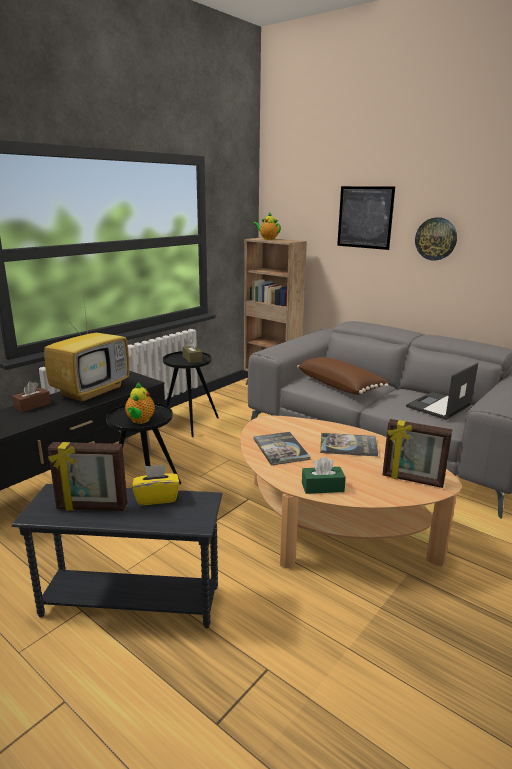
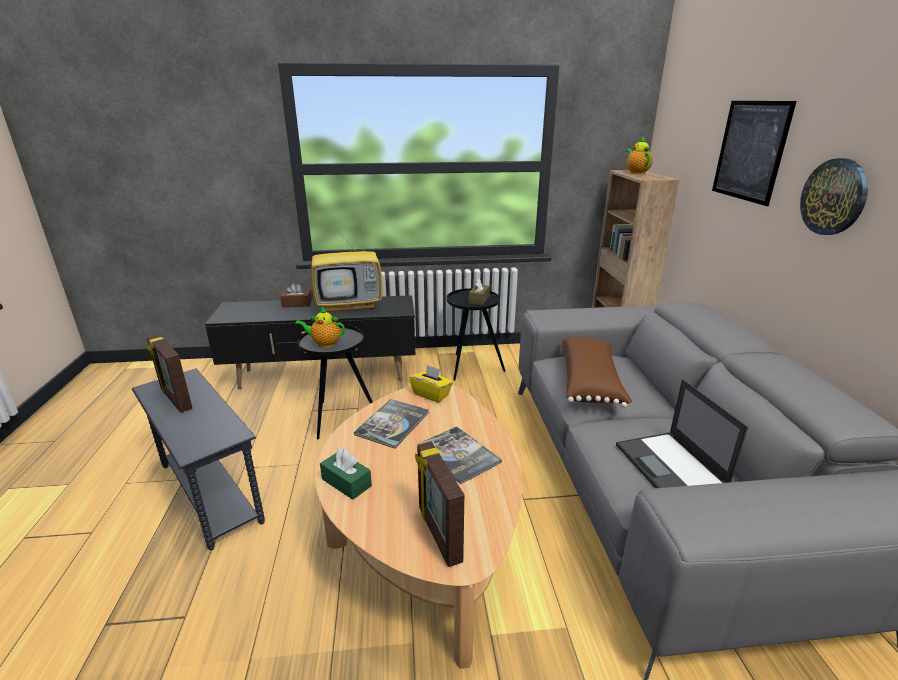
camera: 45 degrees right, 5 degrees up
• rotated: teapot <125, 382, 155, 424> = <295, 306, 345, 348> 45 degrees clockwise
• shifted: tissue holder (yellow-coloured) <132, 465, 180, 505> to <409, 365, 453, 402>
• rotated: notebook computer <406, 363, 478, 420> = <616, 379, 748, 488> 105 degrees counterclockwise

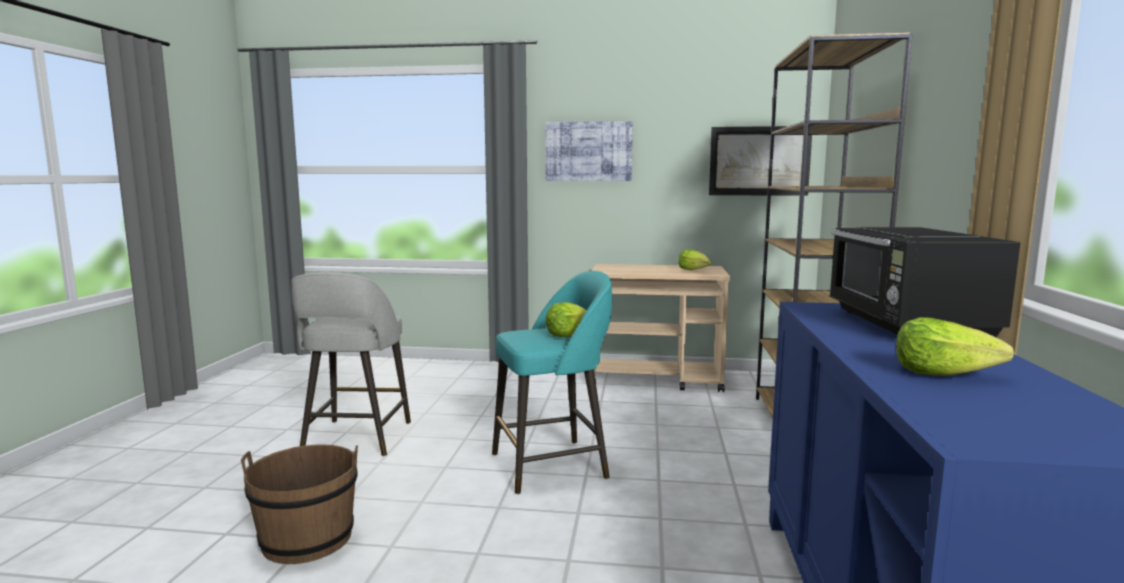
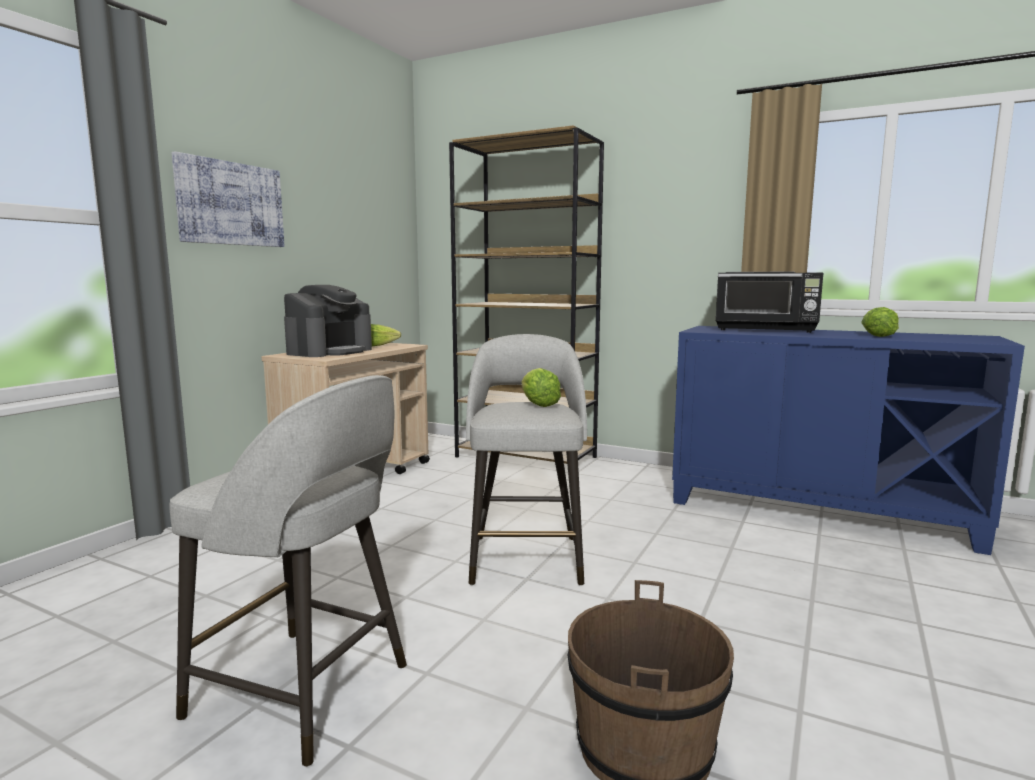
camera: 70 degrees left, 0 degrees up
• repainted: stool (turquoise-coloured) <492, 271, 612, 494> to stool (greyish) <466, 334, 587, 586>
• gone: wall art <709, 126, 812, 196>
• new: coffee brewer <284, 285, 372, 357>

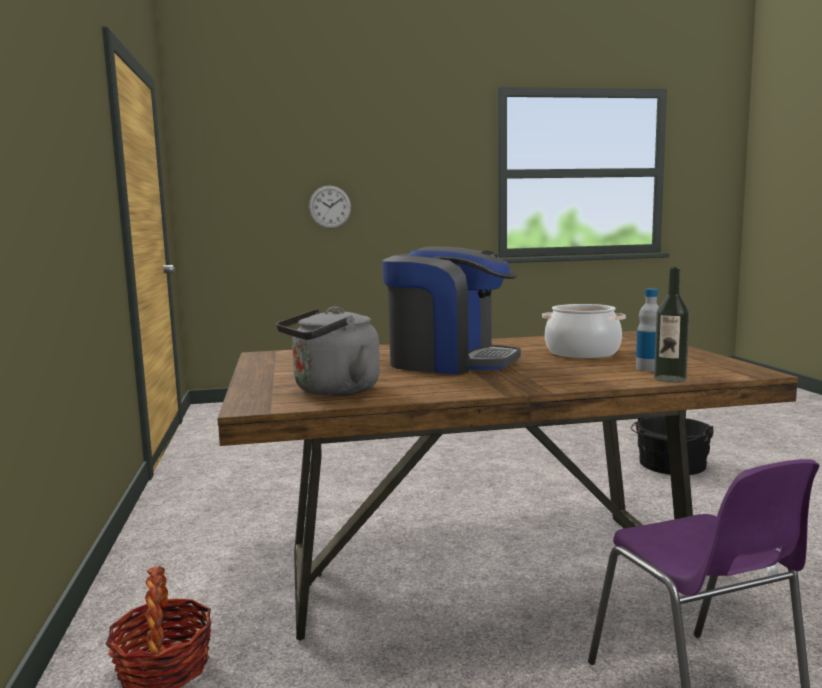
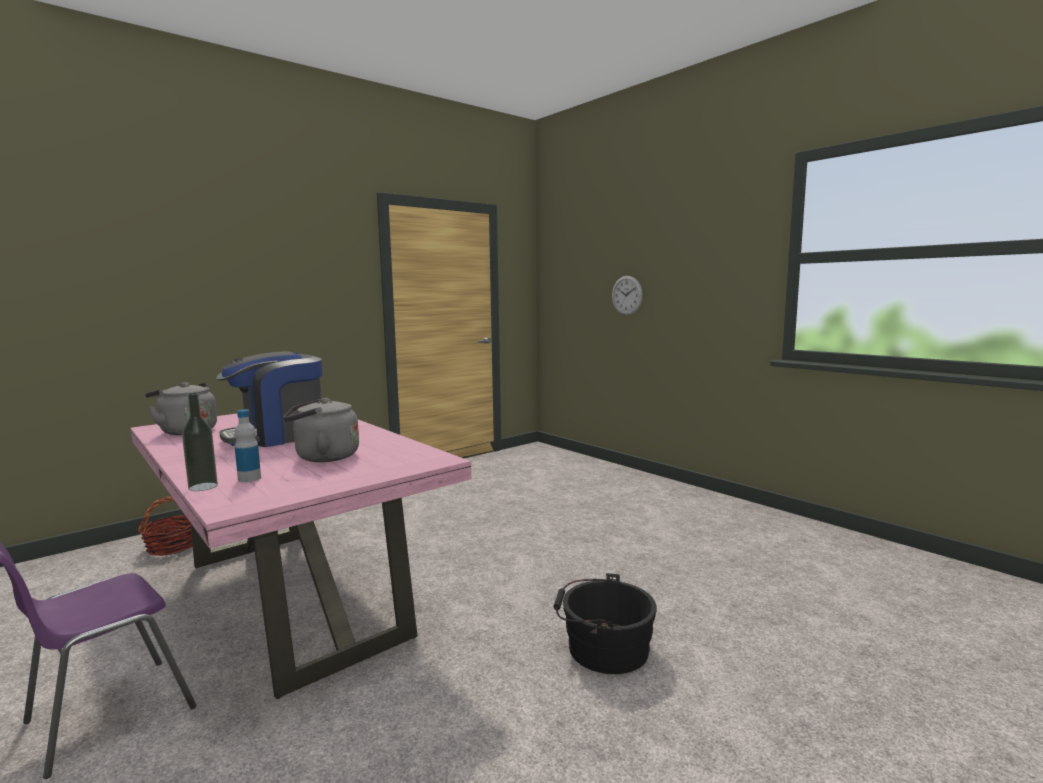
camera: 60 degrees right, 0 degrees up
• repainted: dining table (brownish) <217, 331, 798, 641> to dining table (pink-coloured) <131, 414, 471, 699>
• rotated: coffee brewer <382, 247, 521, 375> = <216, 351, 323, 447> 60 degrees clockwise
• swapped: cooking pot <542, 304, 626, 359> to tea kettle (greyish) <284, 397, 359, 462>

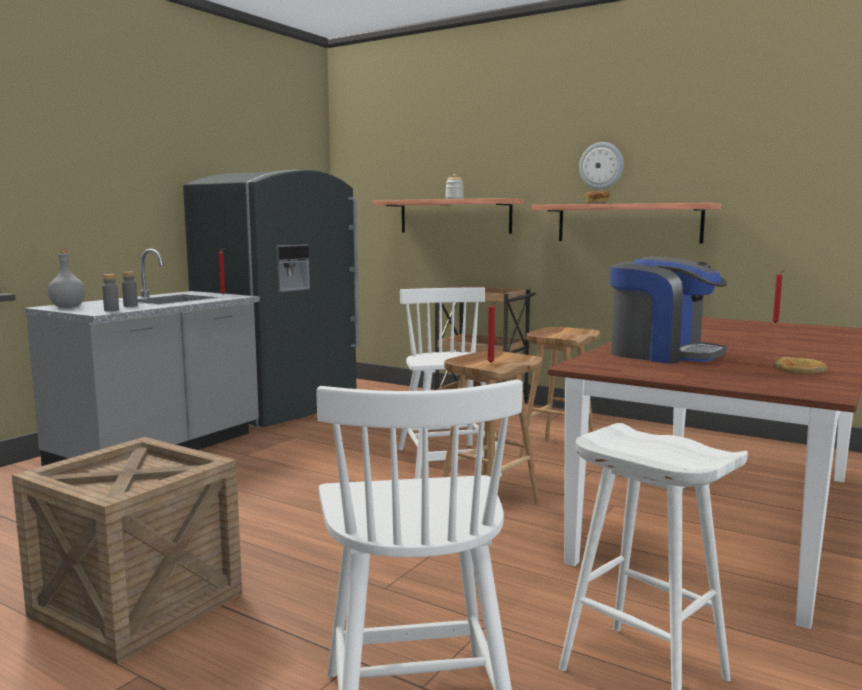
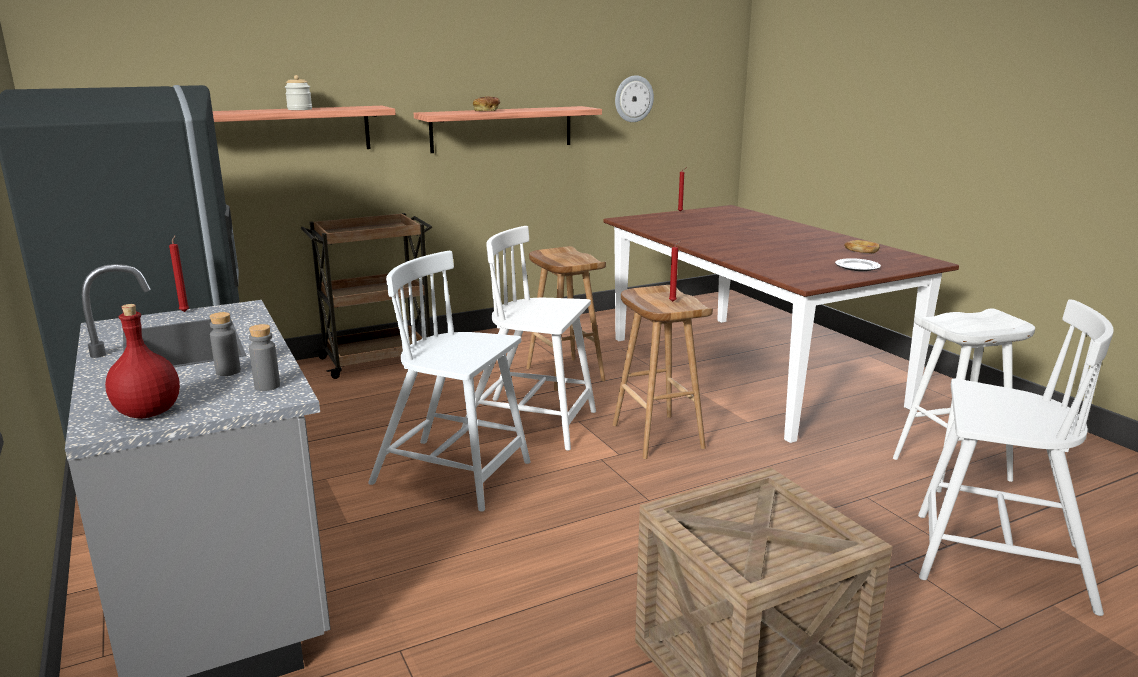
camera: 60 degrees left, 10 degrees up
• repainted: beverage bottle (greyish) <48, 249, 85, 308> to beverage bottle (red) <105, 304, 180, 419>
• shifted: hanging clock <579, 142, 624, 189> to <615, 75, 654, 122>
• gone: coffee brewer <610, 257, 727, 364>
• new: upright chair (white) <368, 251, 530, 512>
• new: flat dish <835, 258, 881, 271>

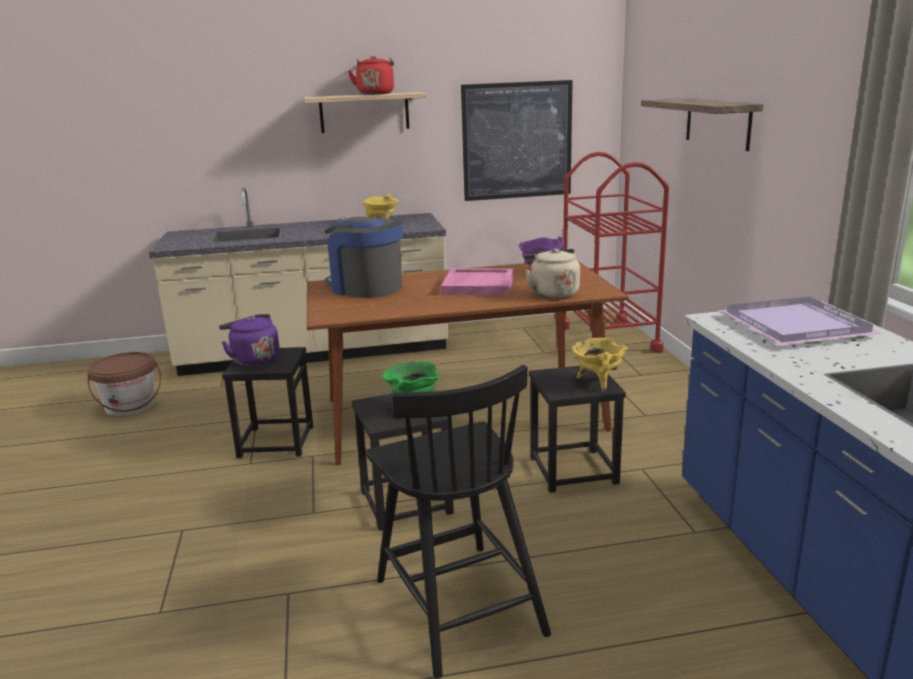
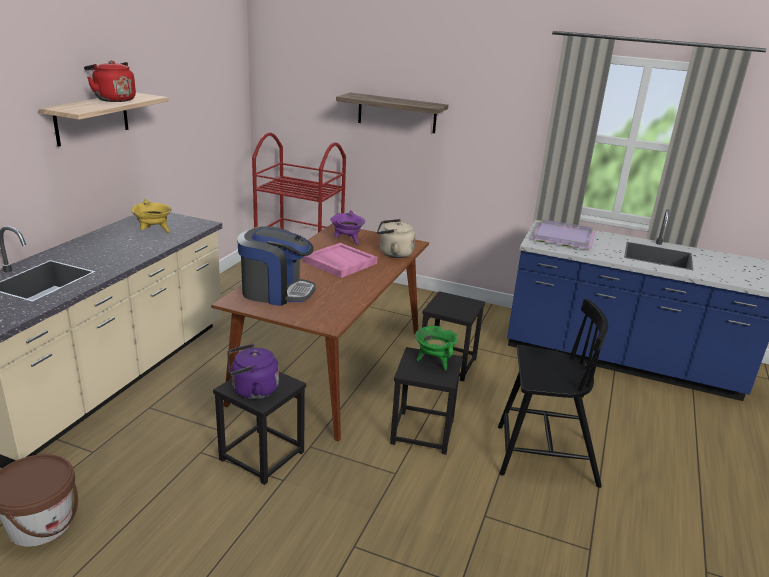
camera: 60 degrees left, 5 degrees up
• rotated: coffee brewer <324, 217, 403, 298> = <237, 226, 316, 306> 150 degrees counterclockwise
• gone: wall art <461, 80, 573, 201>
• gone: cooking pot (yellow-coloured) <572, 338, 628, 392>

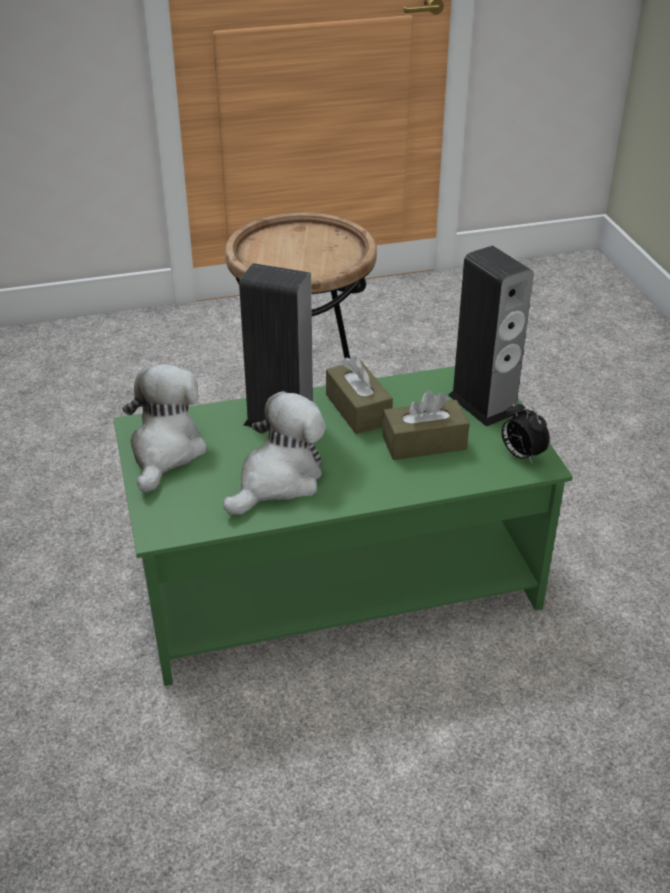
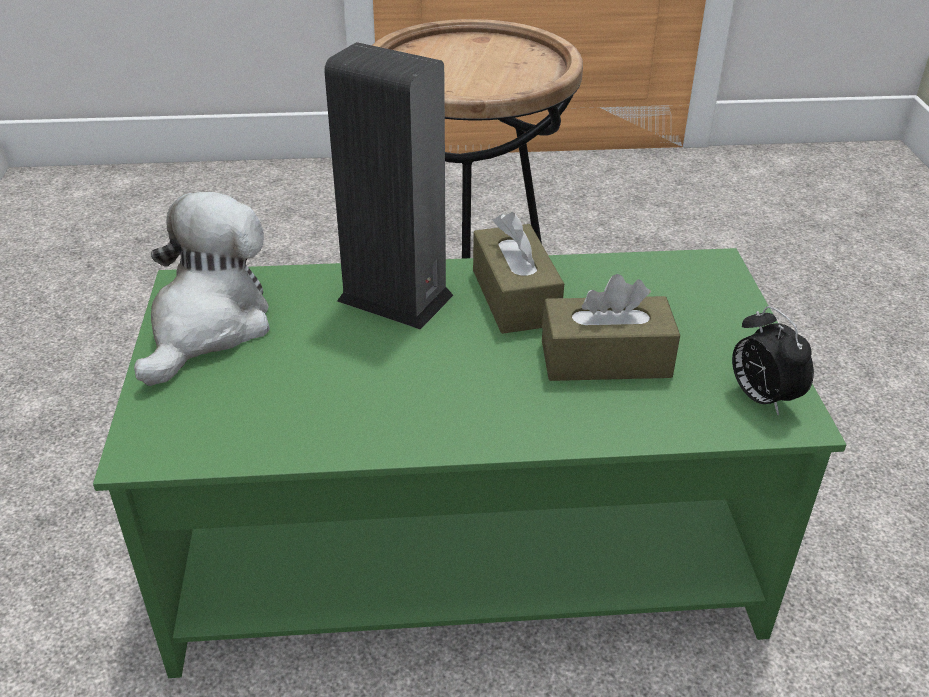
camera: 10 degrees right, 0 degrees up
• gone: soft toy <223, 391, 326, 515>
• gone: speaker <448, 246, 534, 427>

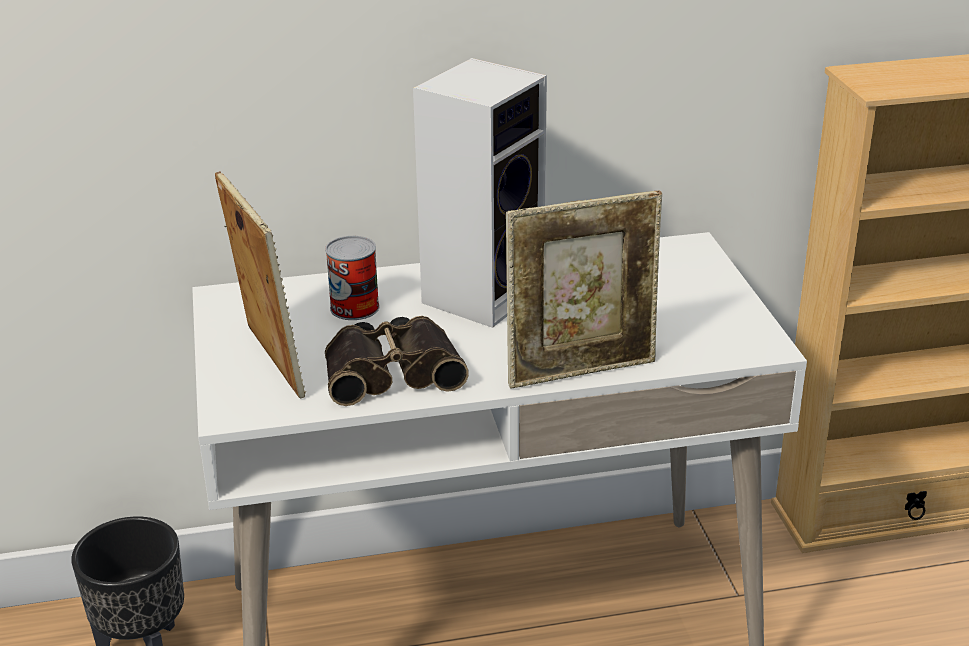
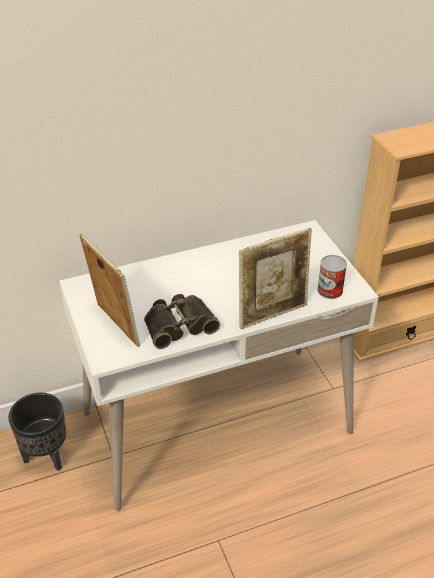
camera: 10 degrees left, 10 degrees up
• shifted: metal can <325, 236, 379, 320> to <317, 255, 347, 299>
• gone: speaker <413, 58, 547, 328>

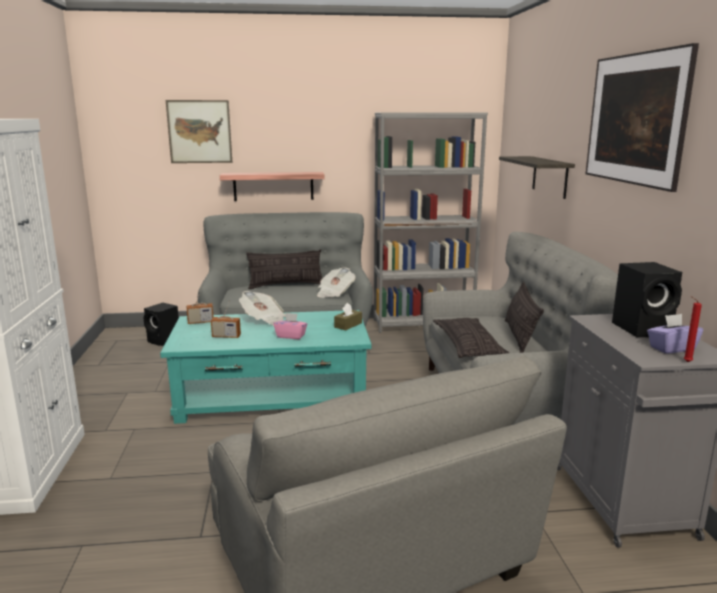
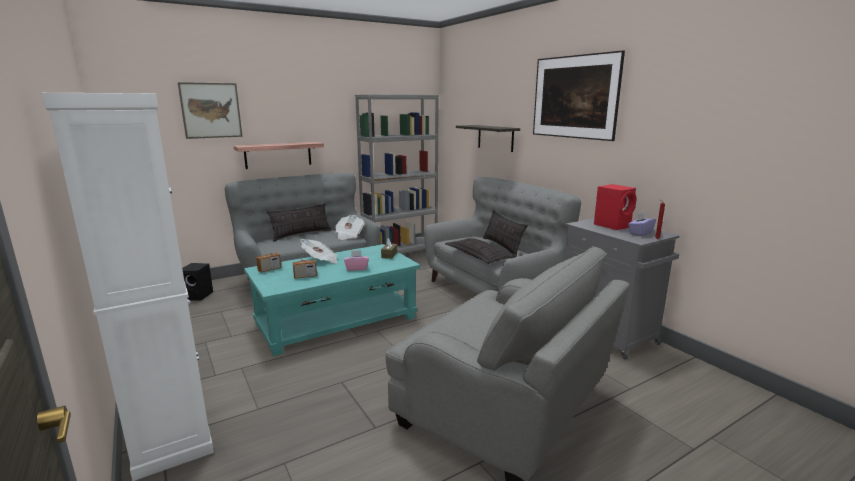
camera: 25 degrees left, 0 degrees up
• repainted: speaker (black-coloured) <612, 262, 682, 337> to speaker (red) <594, 184, 637, 230>

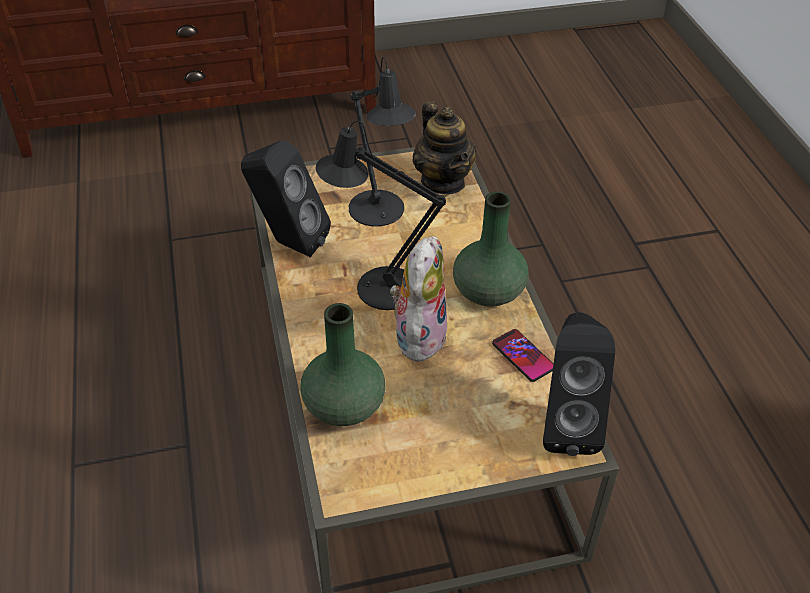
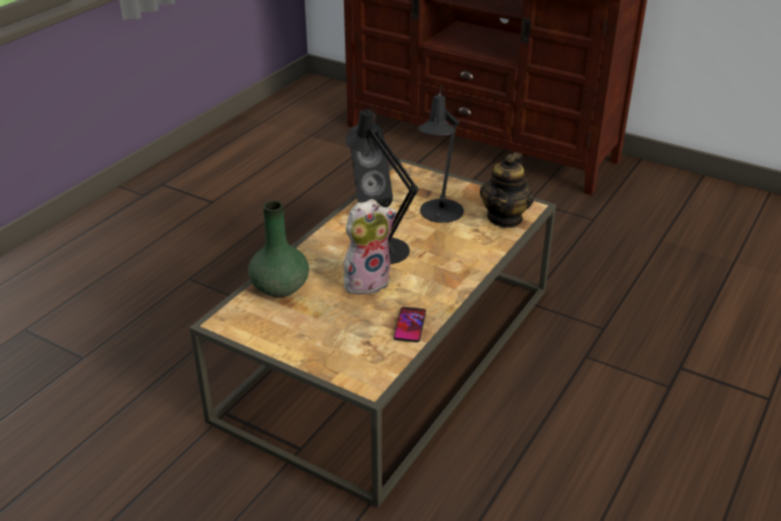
camera: 45 degrees right, 10 degrees down
• gone: vase (green-coloured) <453, 191, 528, 307>
• gone: speaker (black-coloured) <543, 312, 615, 456>

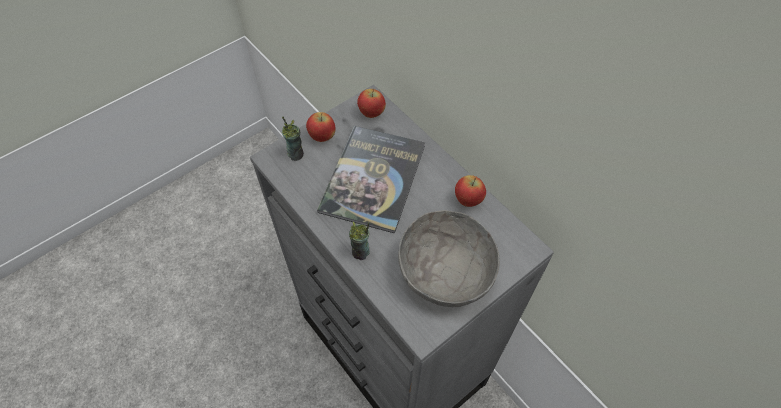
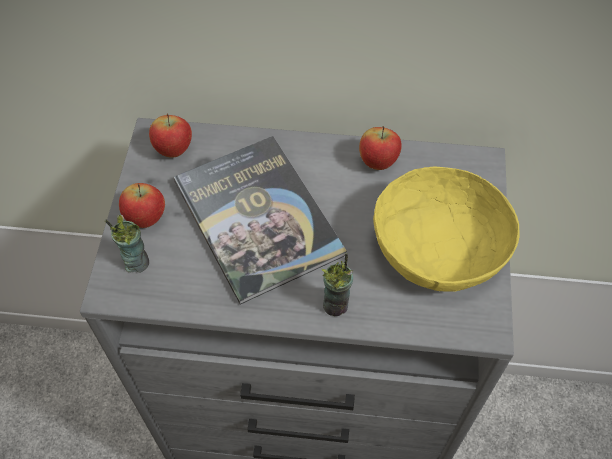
camera: 45 degrees left, 0 degrees up
• repainted: serving bowl (greyish) <398, 210, 500, 307> to serving bowl (yellow-coloured) <373, 167, 520, 292>

